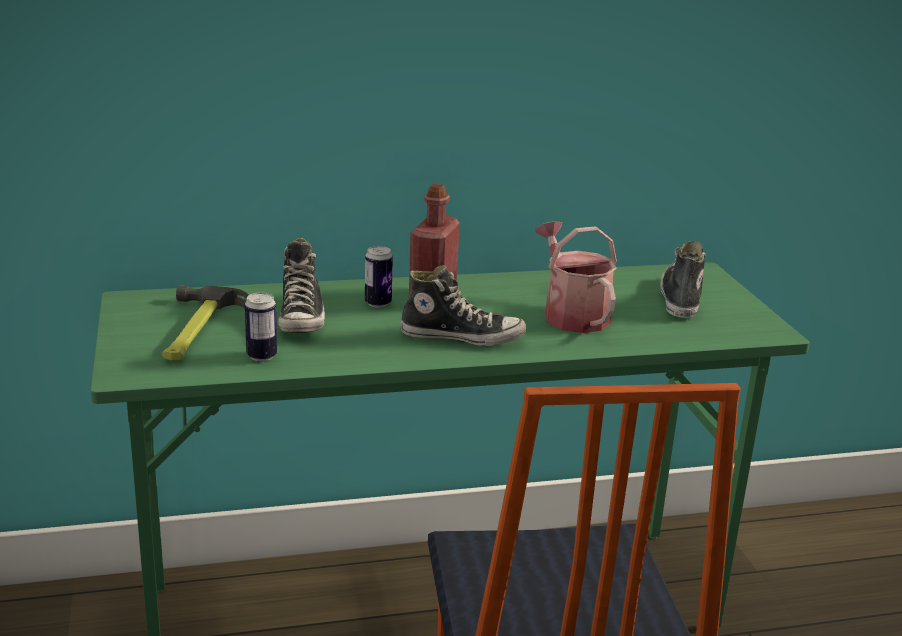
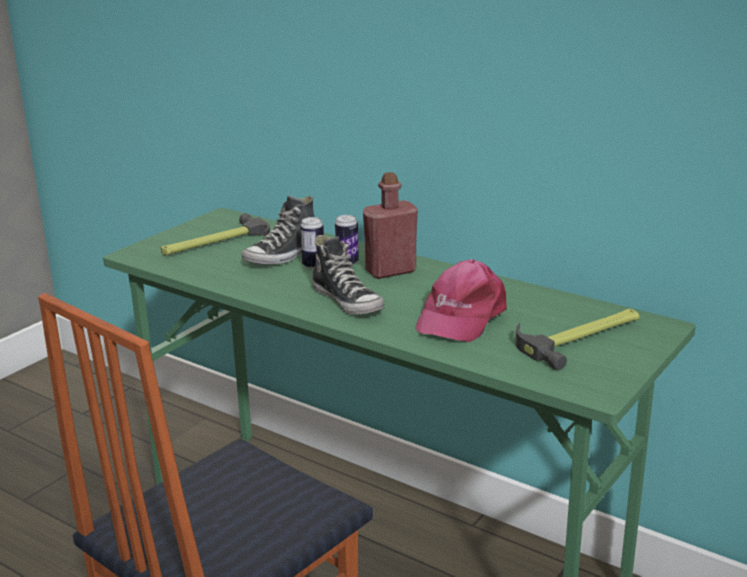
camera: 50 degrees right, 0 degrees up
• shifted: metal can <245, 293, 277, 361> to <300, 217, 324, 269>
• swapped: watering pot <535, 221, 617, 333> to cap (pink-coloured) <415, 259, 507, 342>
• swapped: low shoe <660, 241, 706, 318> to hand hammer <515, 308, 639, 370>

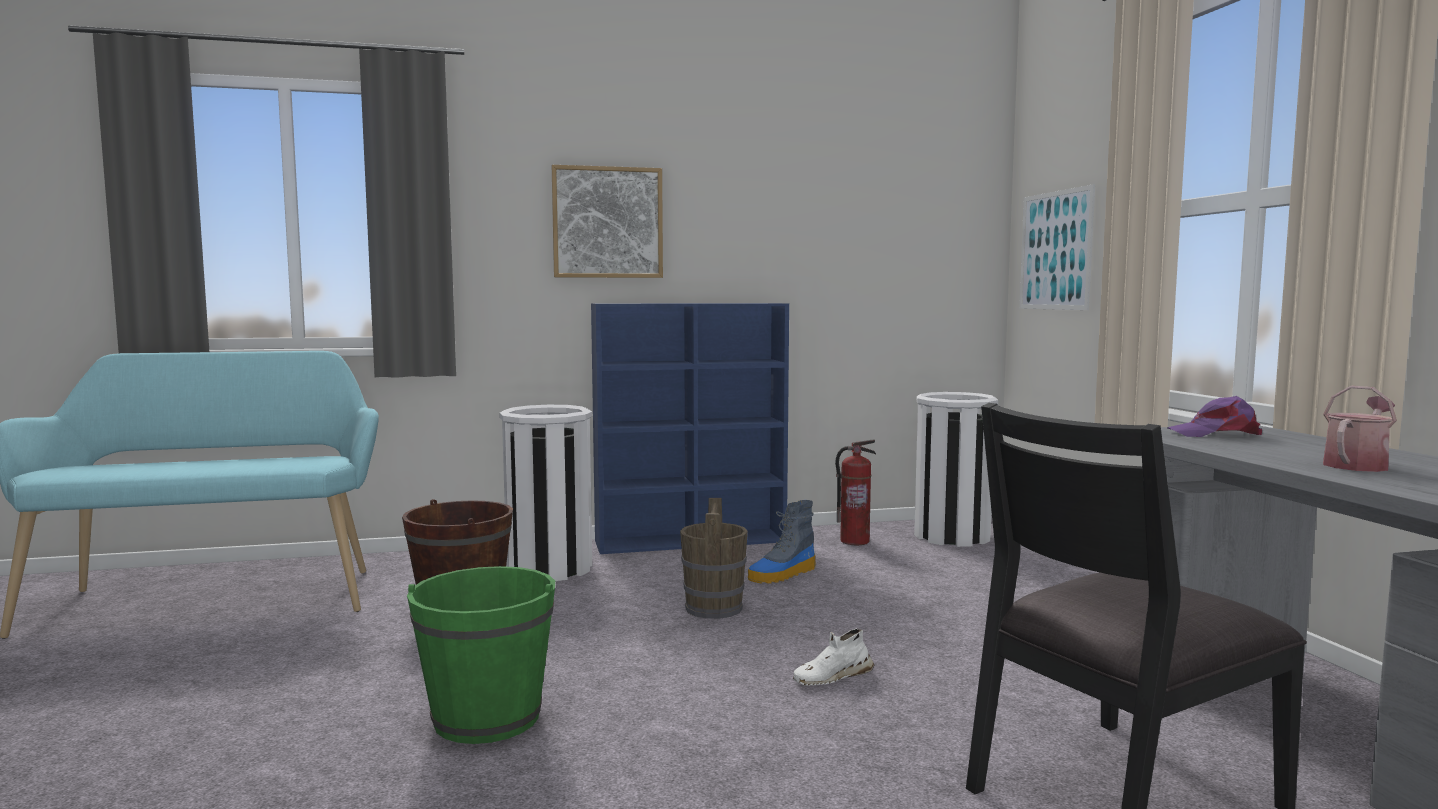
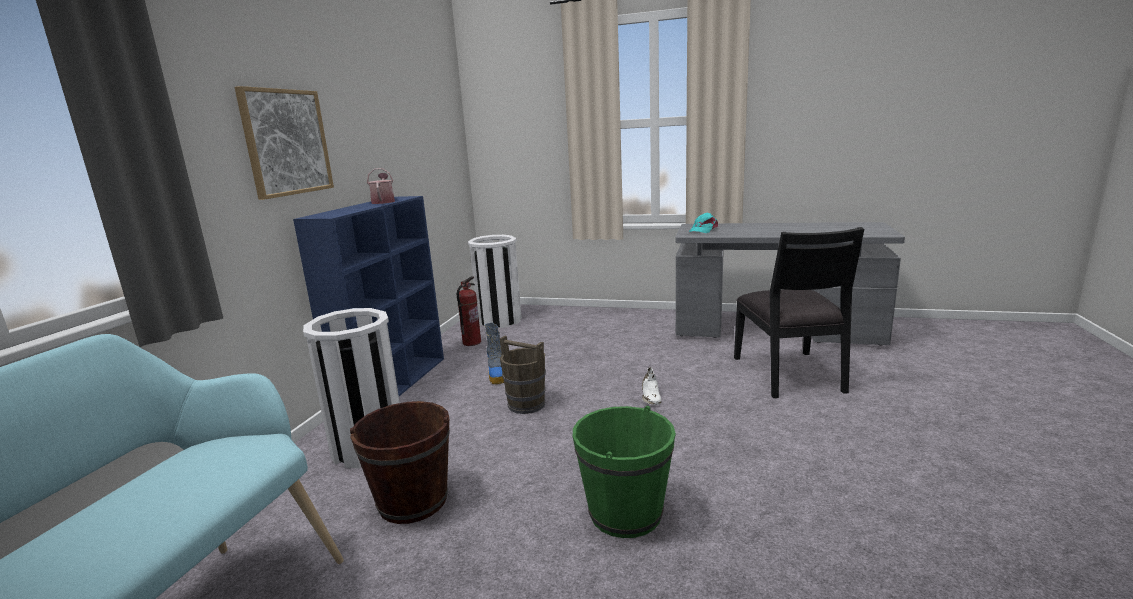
camera: 60 degrees left, 10 degrees up
• gone: wall art <1019, 184, 1095, 310>
• repainted: cap (purple-coloured) <1167, 396, 1262, 437> to cap (turquoise-coloured) <689, 213, 718, 233>
• shifted: watering pot <1323, 386, 1397, 472> to <367, 168, 395, 204>

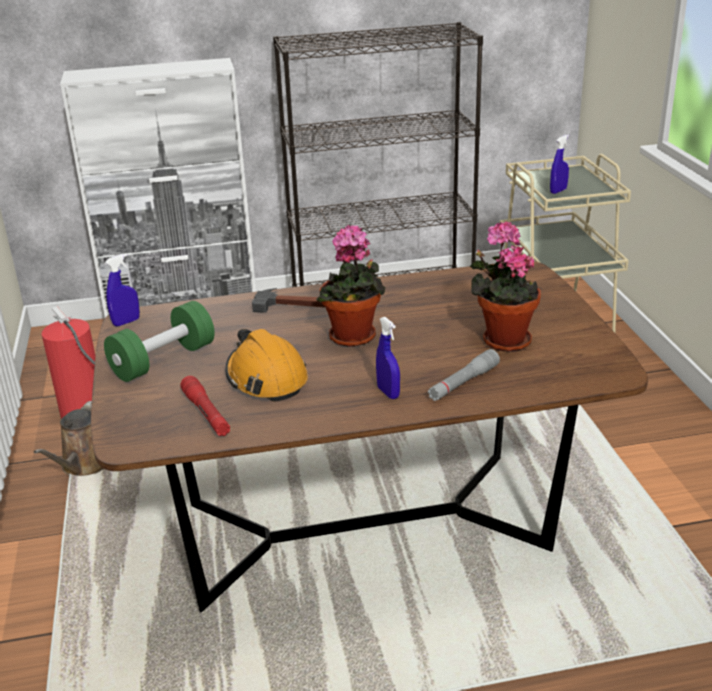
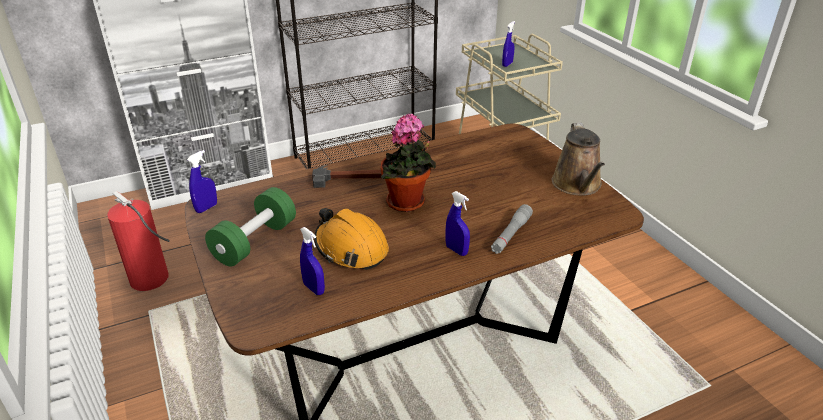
camera: 15 degrees left, 5 degrees up
• shifted: watering pot (brownish) <34, 401, 103, 476> to <552, 123, 605, 196>
• swapped: torch (red) <180, 376, 230, 436> to sprayer (bluish) <300, 227, 325, 295>
• gone: houseplant <470, 222, 541, 352>

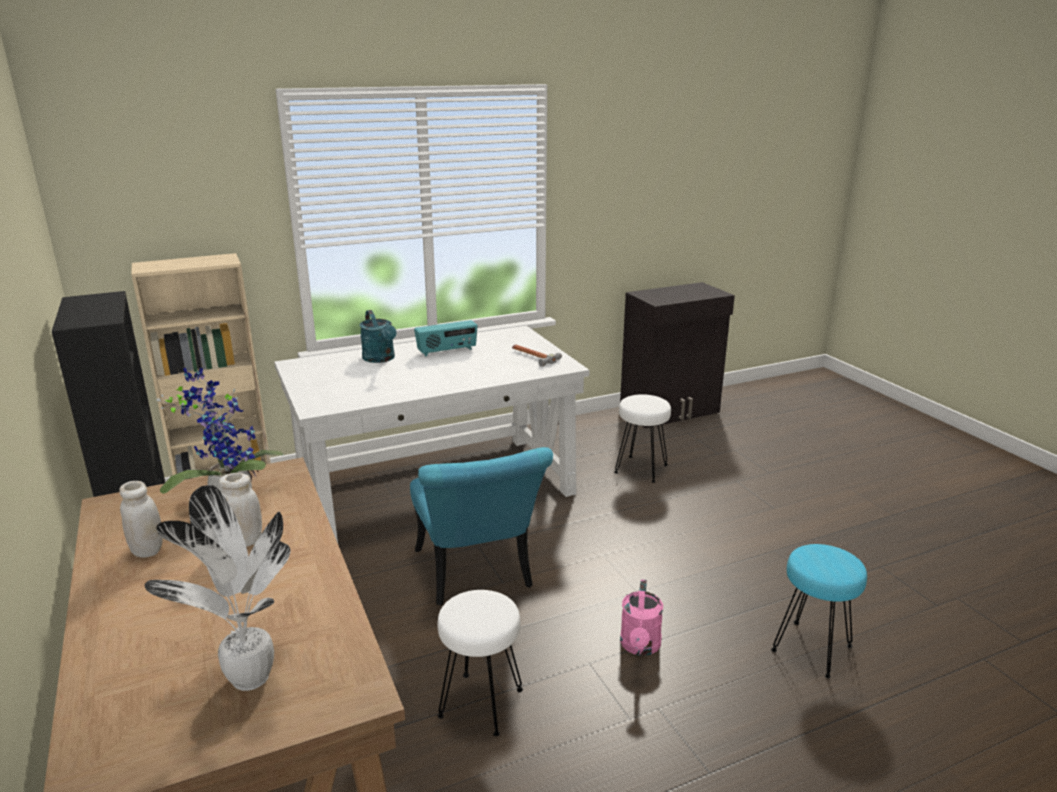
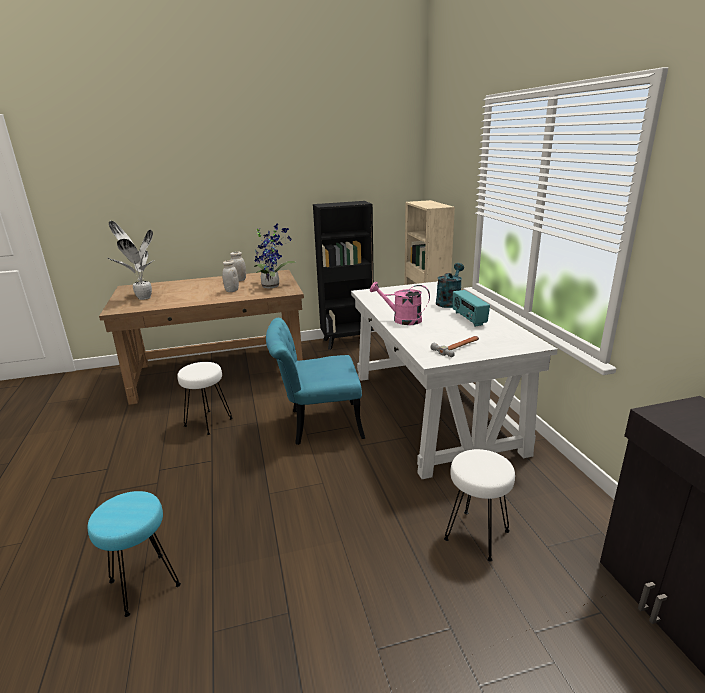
camera: 100 degrees right, 0 degrees up
• rotated: watering pot (turquoise-coloured) <360, 310, 396, 363> = <436, 263, 464, 308> 135 degrees clockwise
• shifted: watering pot (pink-coloured) <620, 579, 663, 656> to <370, 282, 430, 325>

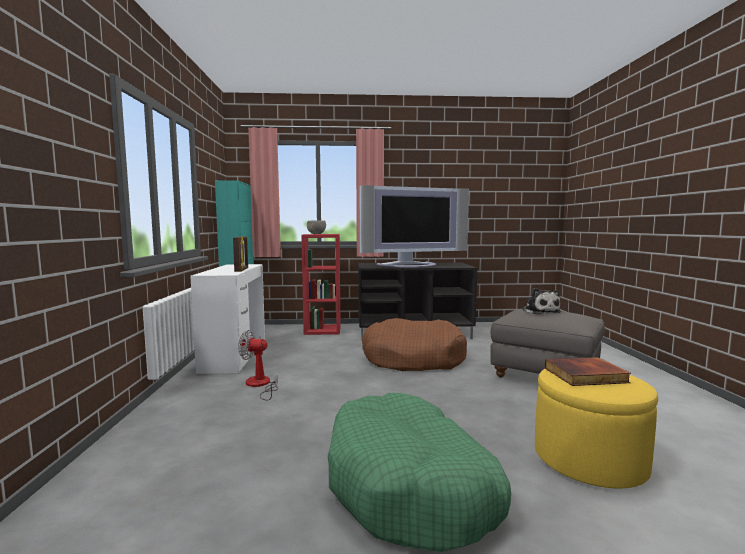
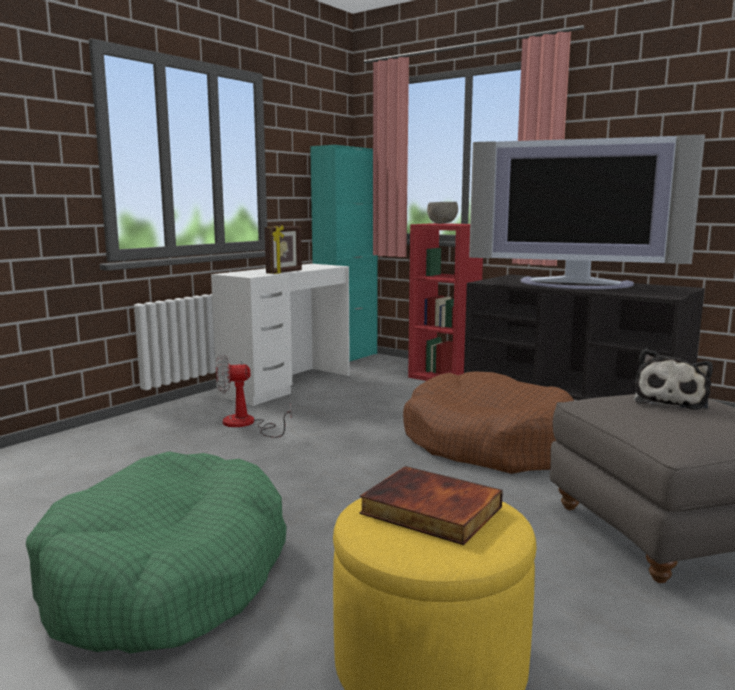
camera: 40 degrees right, 5 degrees up
• rotated: electric fan <238, 330, 279, 401> = <216, 354, 292, 438> 60 degrees counterclockwise

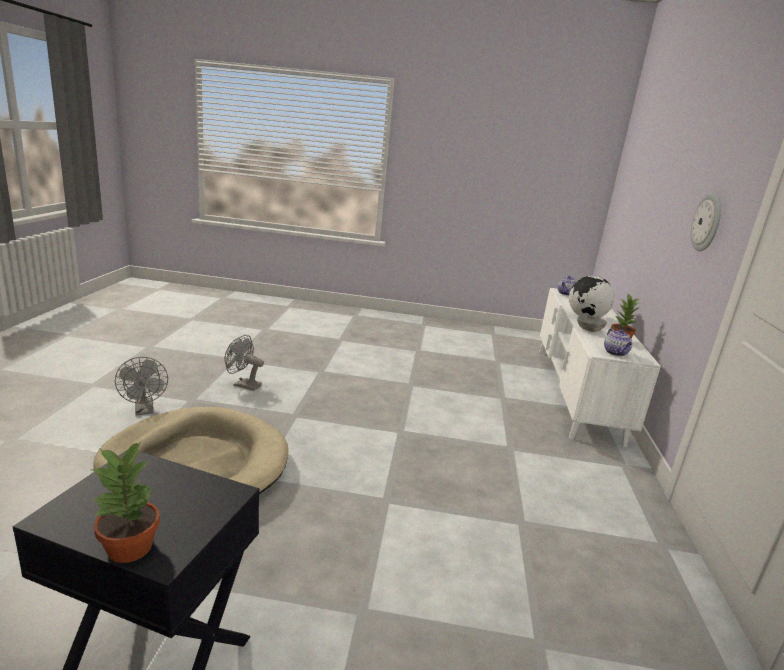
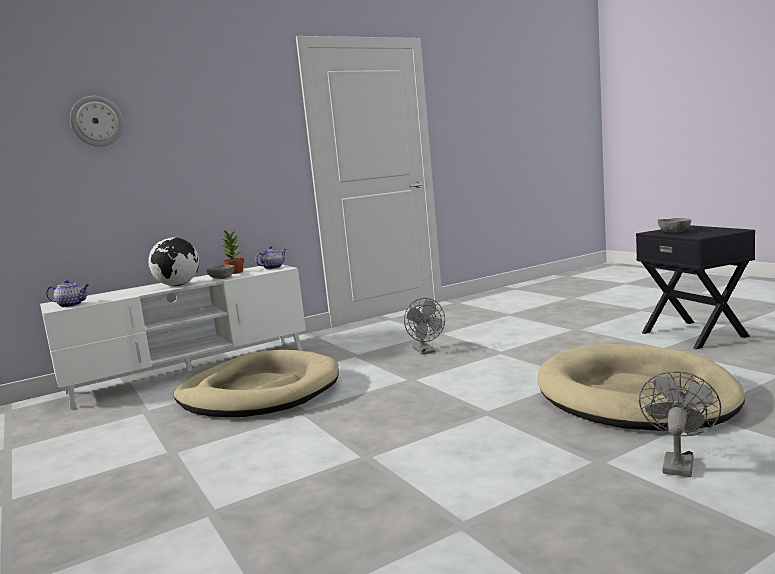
camera: 125 degrees left, 10 degrees down
• gone: houseplant <91, 442, 160, 563>
• shifted: electric fan (greyish) <224, 335, 264, 391> to <404, 298, 445, 355>
• shifted: hanging clock <691, 193, 721, 251> to <70, 96, 124, 147>
• new: dog cushion (sand-coloured) <174, 350, 339, 417>
• new: serving bowl (greyish) <658, 218, 691, 233>

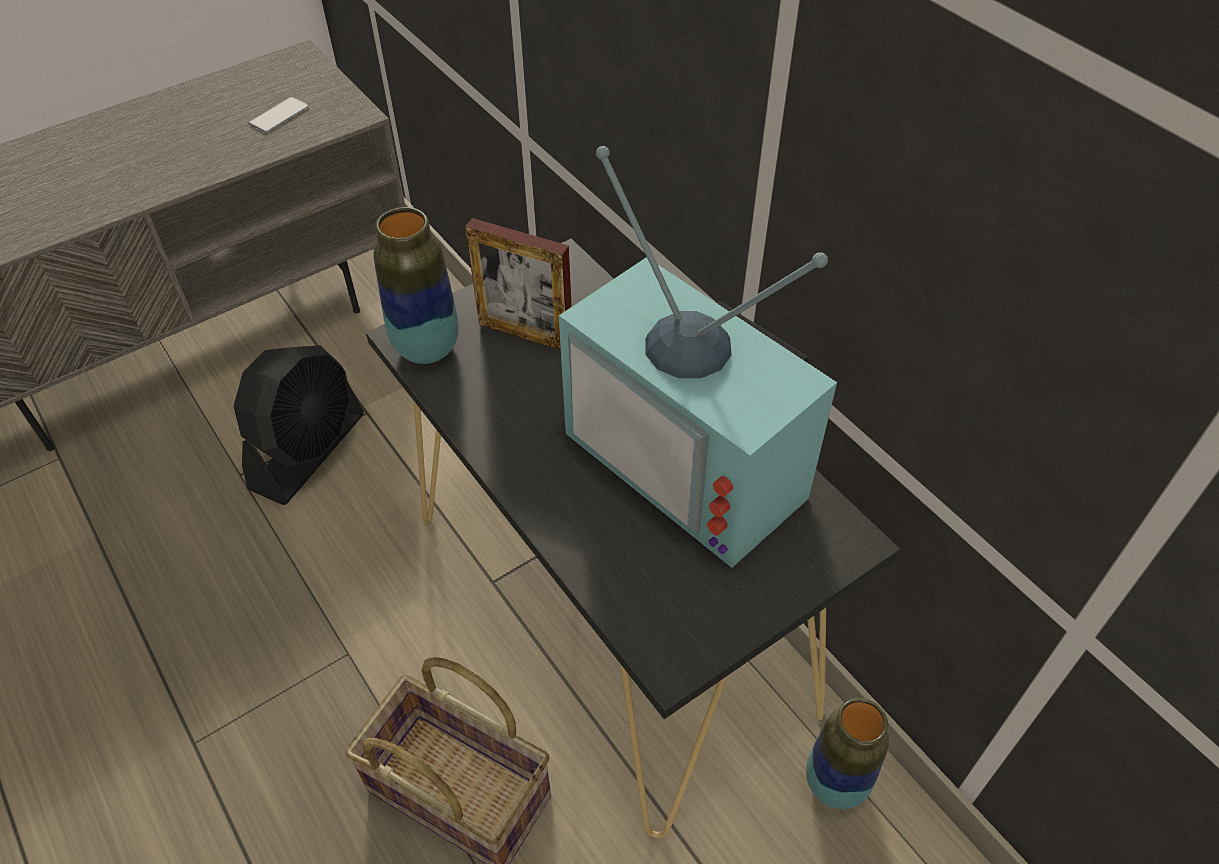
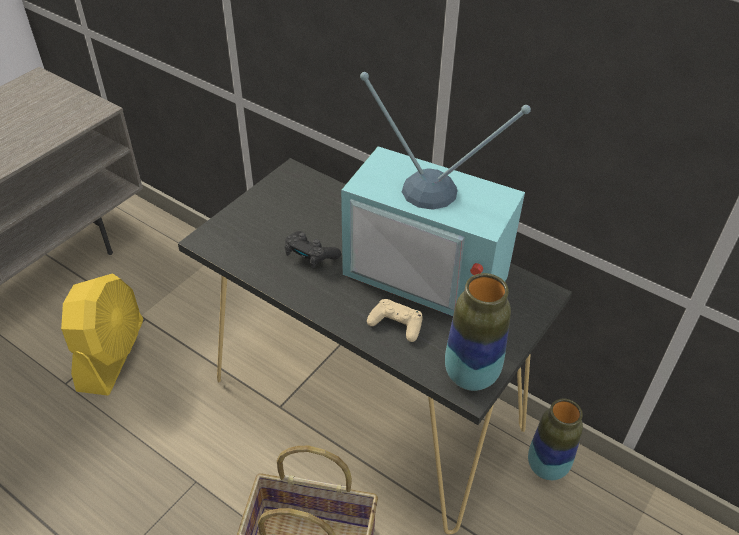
camera: 20 degrees left, 5 degrees down
• repainted: electric fan (black-coloured) <234, 345, 364, 505> to electric fan (yellow-coloured) <61, 273, 143, 396>
• gone: telephone <248, 97, 309, 133>
• shifted: vase <373, 207, 459, 364> to <445, 273, 511, 391>
• gone: photo frame <465, 218, 572, 350>
• new: joypad (black-coloured) <284, 231, 341, 268>
• new: joypad (sand-coloured) <367, 299, 423, 342>

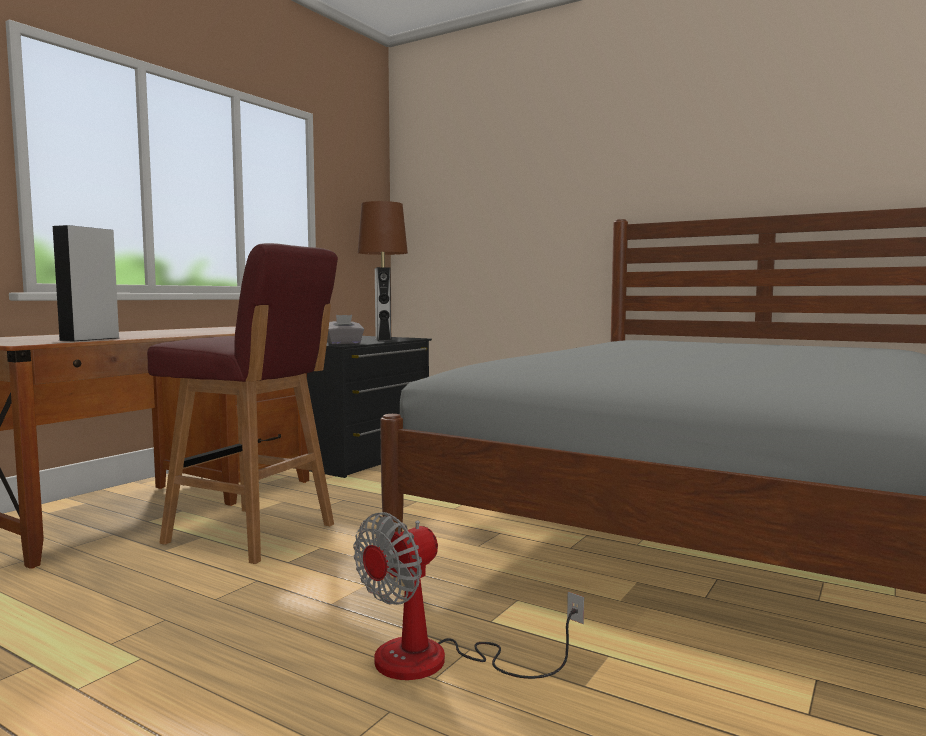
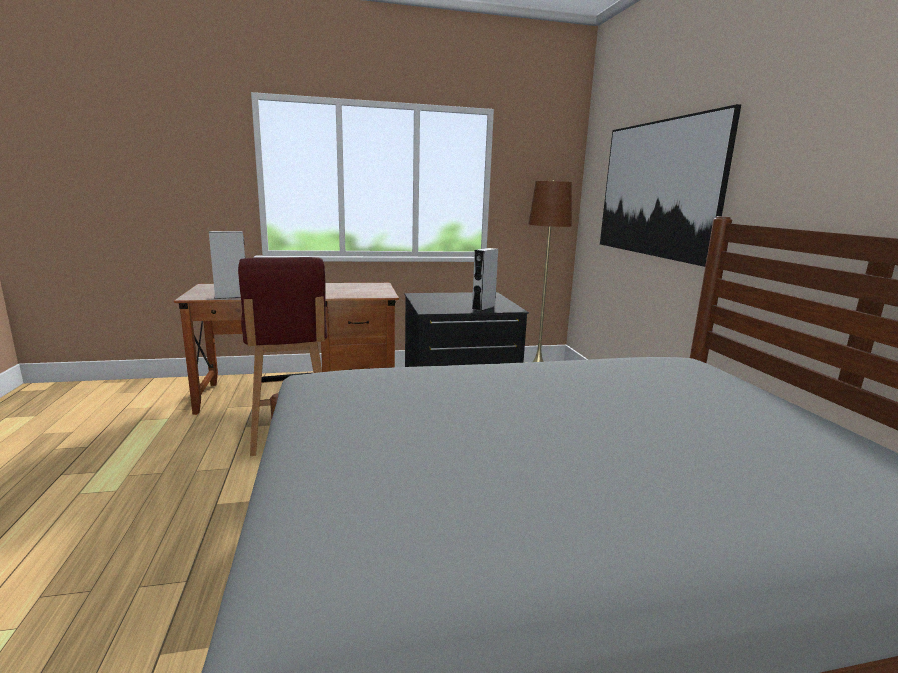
camera: 45 degrees right, 10 degrees up
• gone: tissue holder (greyish) <327, 315, 364, 344>
• gone: electric fan <353, 512, 584, 680>
• new: wall art <600, 104, 741, 267>

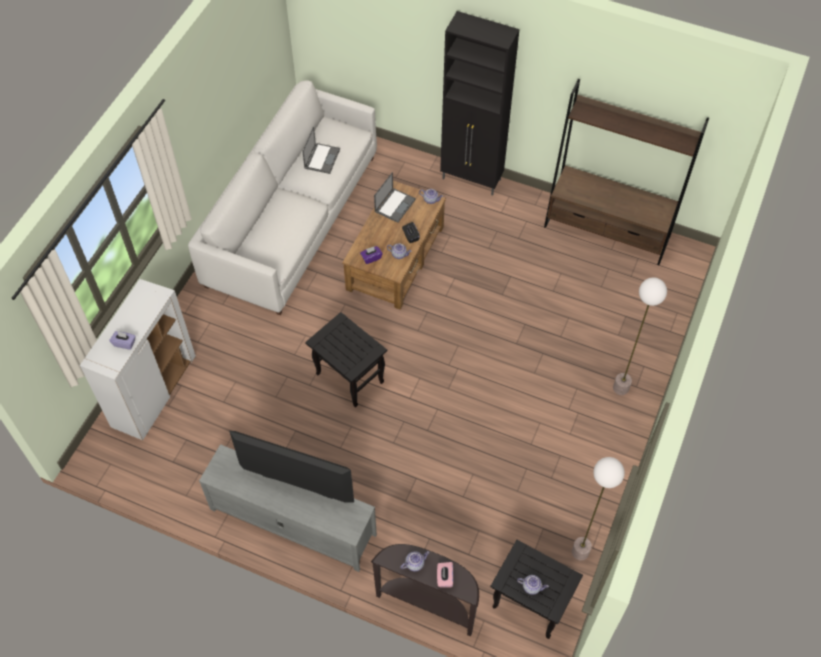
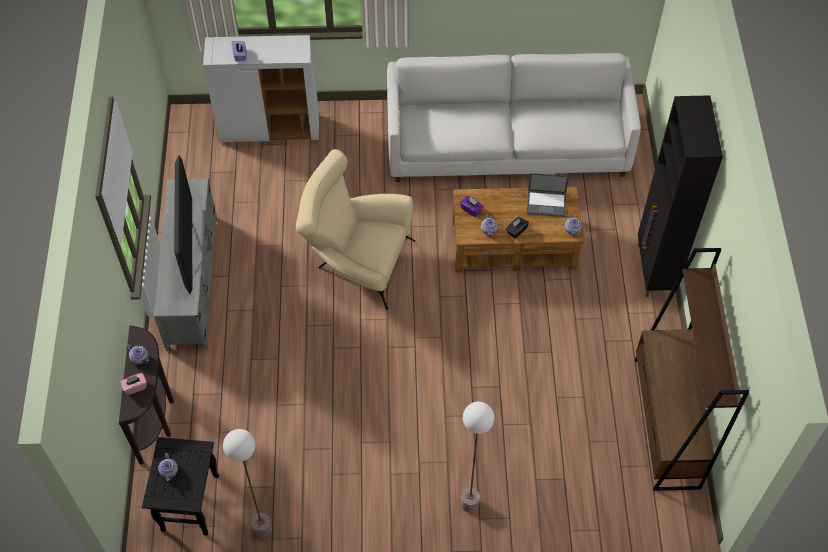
camera: 65 degrees right, 0 degrees up
• gone: notebook computer <302, 127, 340, 174>
• swapped: accent table (black-coloured) <305, 312, 387, 408> to easy chair (sand-coloured) <296, 149, 415, 310>

